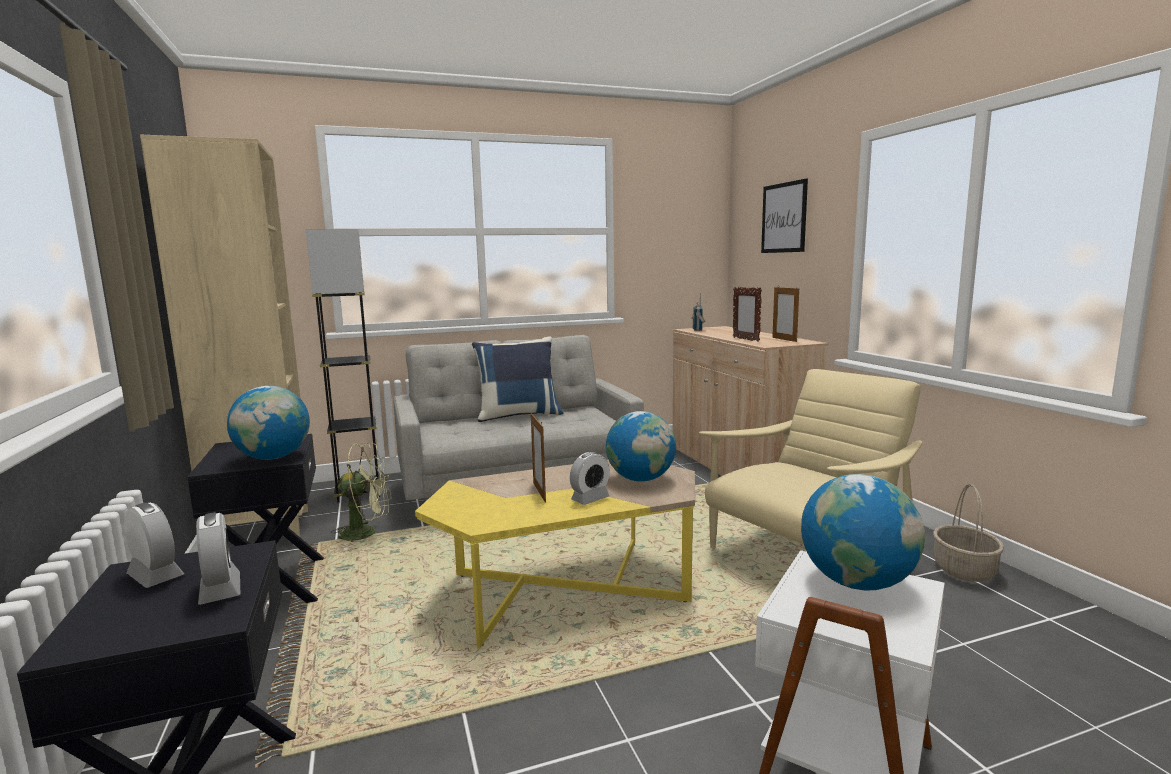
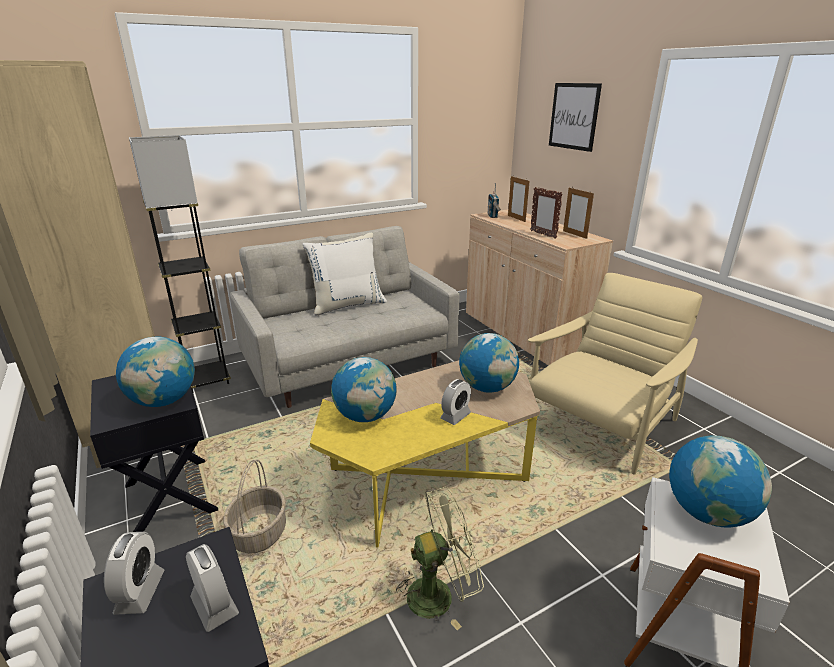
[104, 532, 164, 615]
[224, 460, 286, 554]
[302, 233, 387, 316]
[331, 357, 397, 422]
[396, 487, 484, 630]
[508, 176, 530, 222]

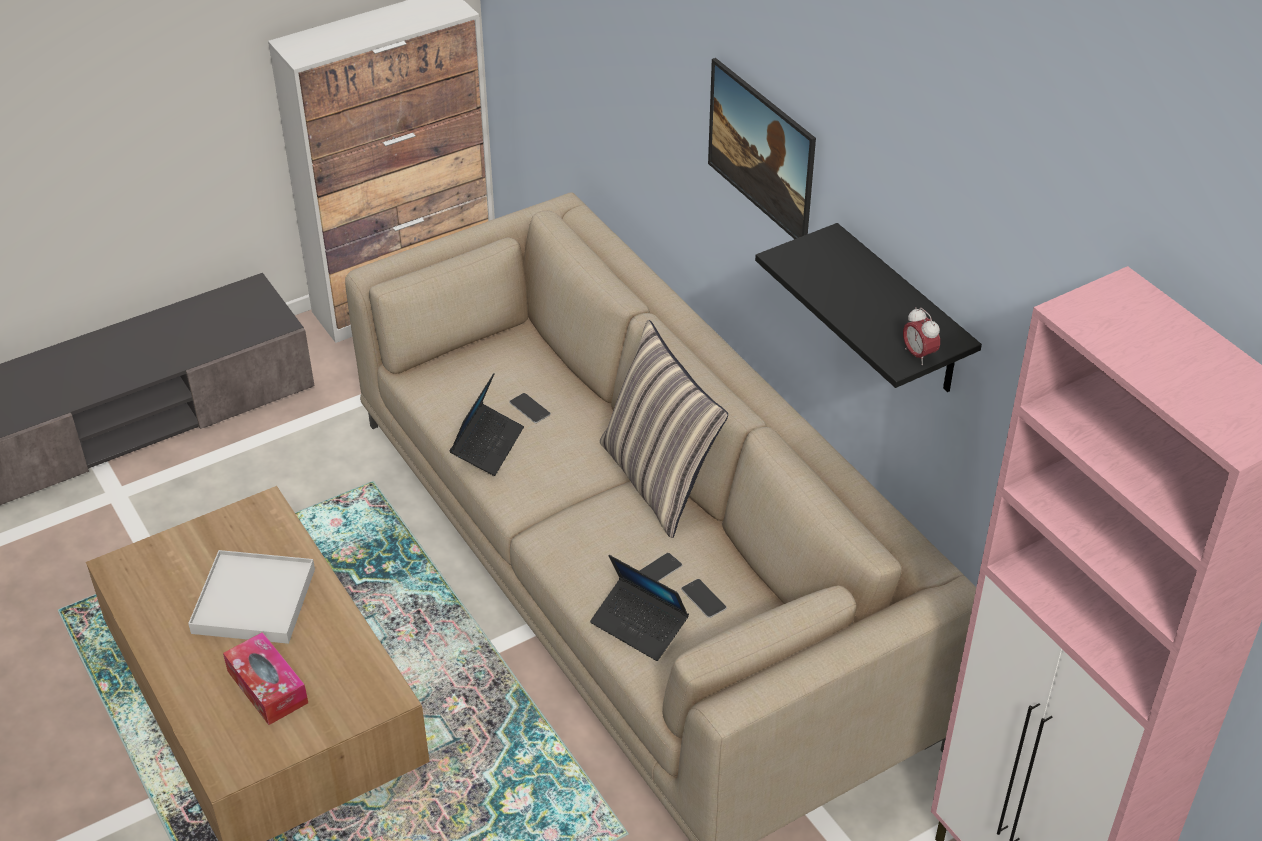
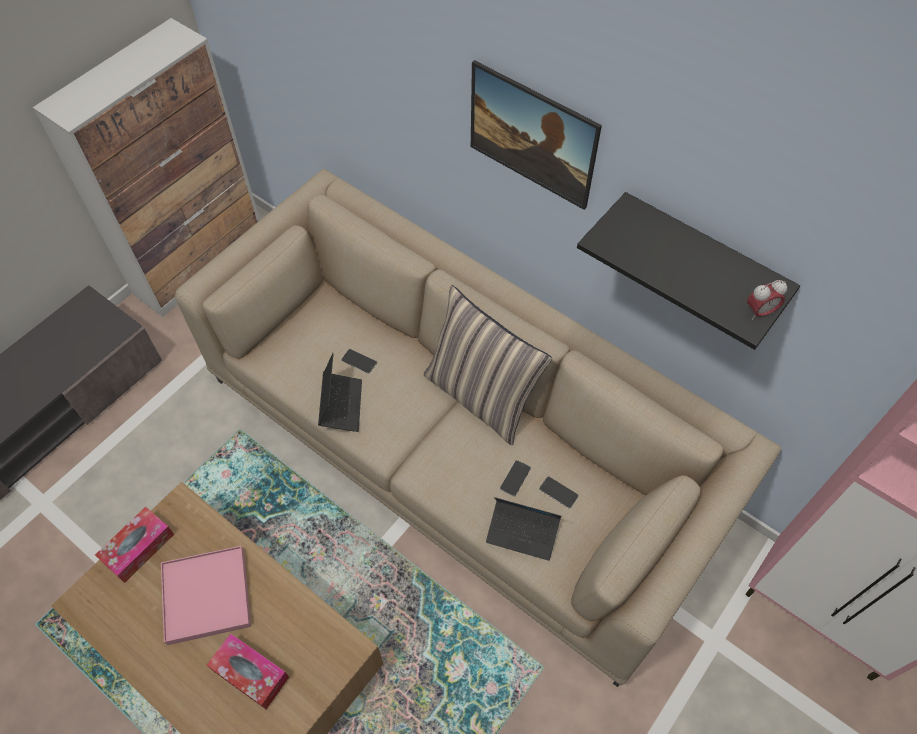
[95, 507, 174, 583]
[161, 546, 251, 645]
[747, 280, 787, 320]

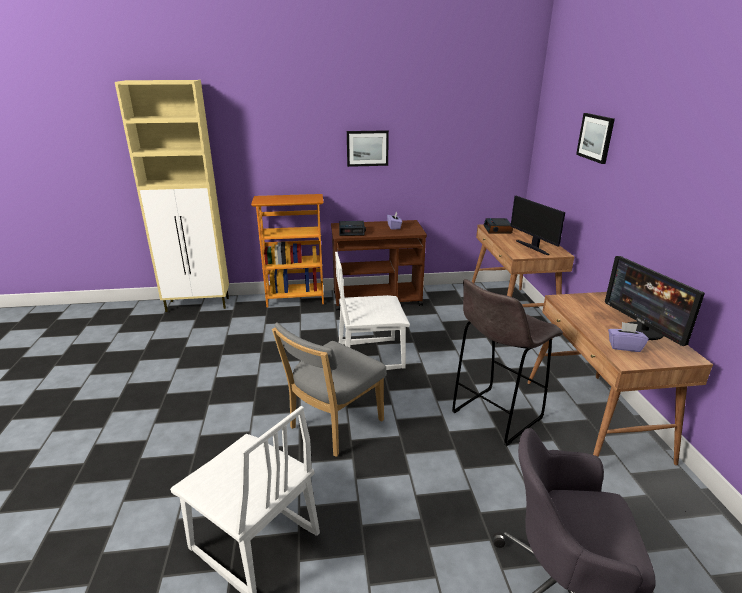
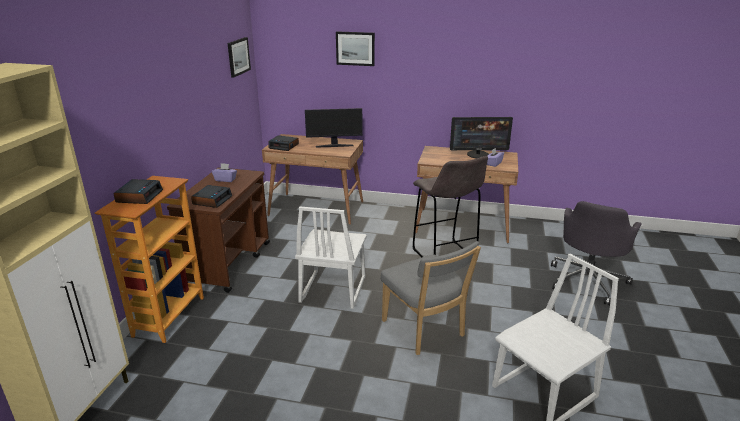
[114, 179, 163, 204]
[228, 37, 251, 78]

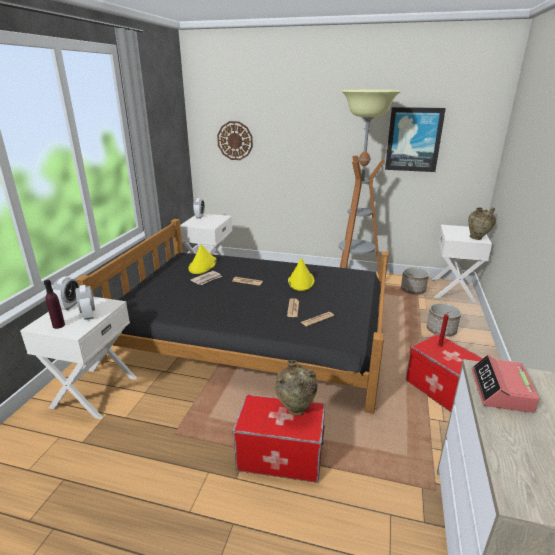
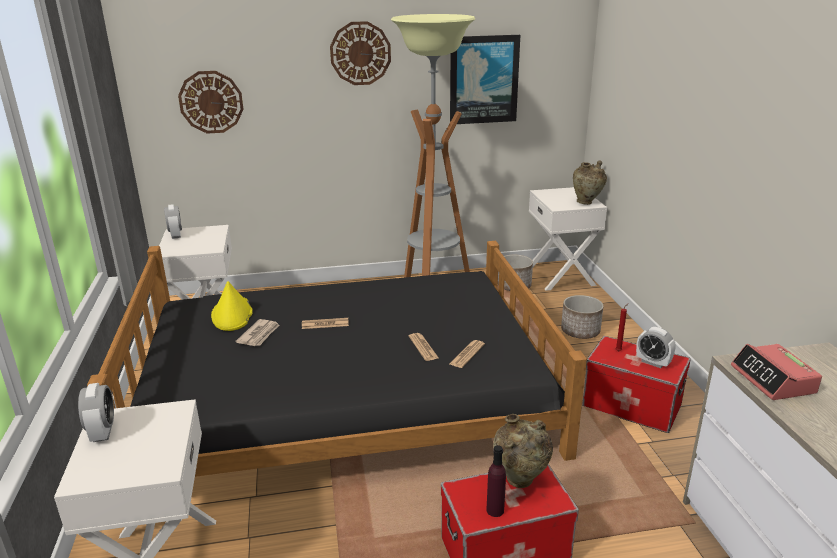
[330, 21, 391, 85]
[486, 445, 506, 517]
[636, 327, 676, 368]
[288, 258, 315, 291] (first image)

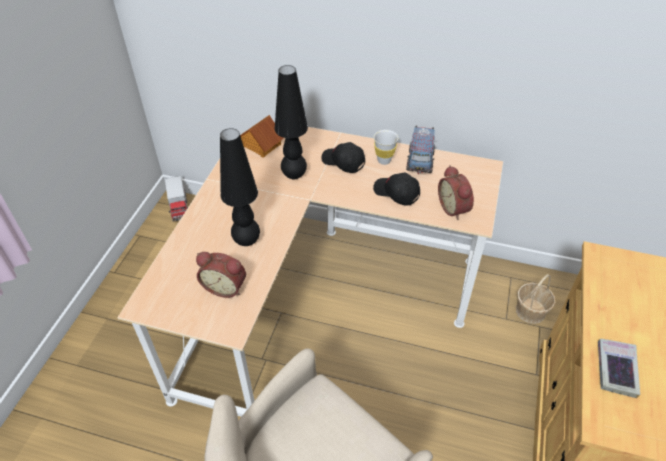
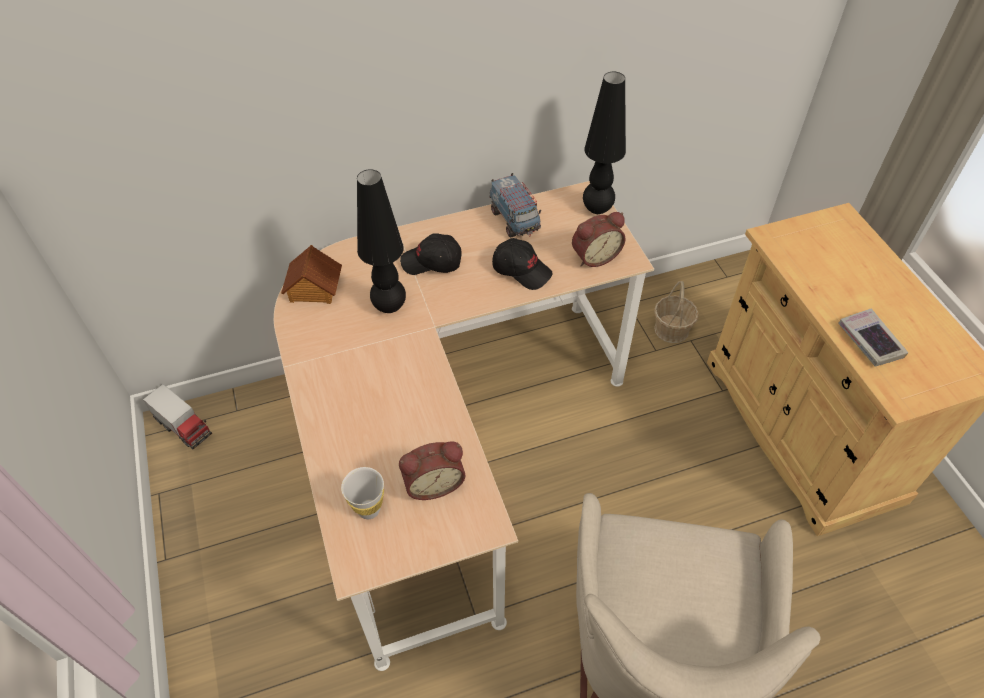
[341, 467, 384, 519]
[492, 238, 553, 290]
[572, 212, 626, 267]
[583, 71, 626, 214]

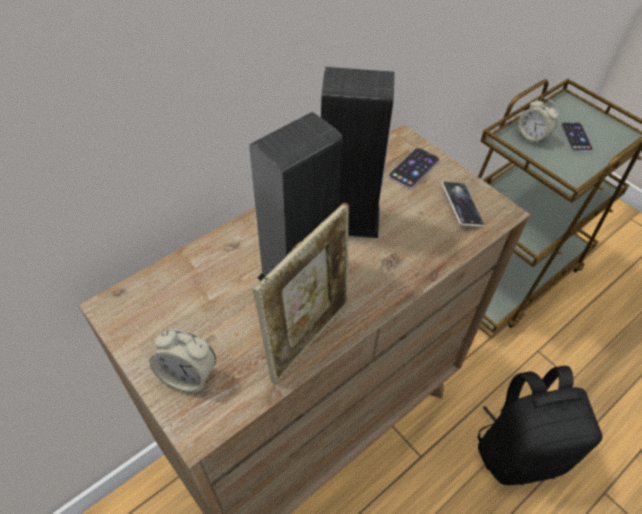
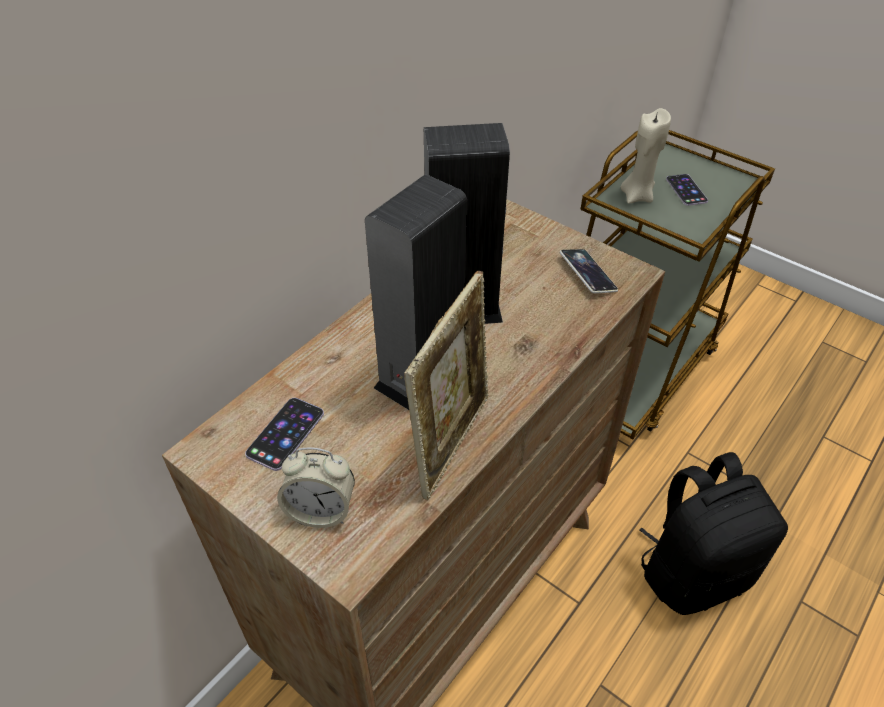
[245, 398, 324, 471]
[620, 108, 671, 204]

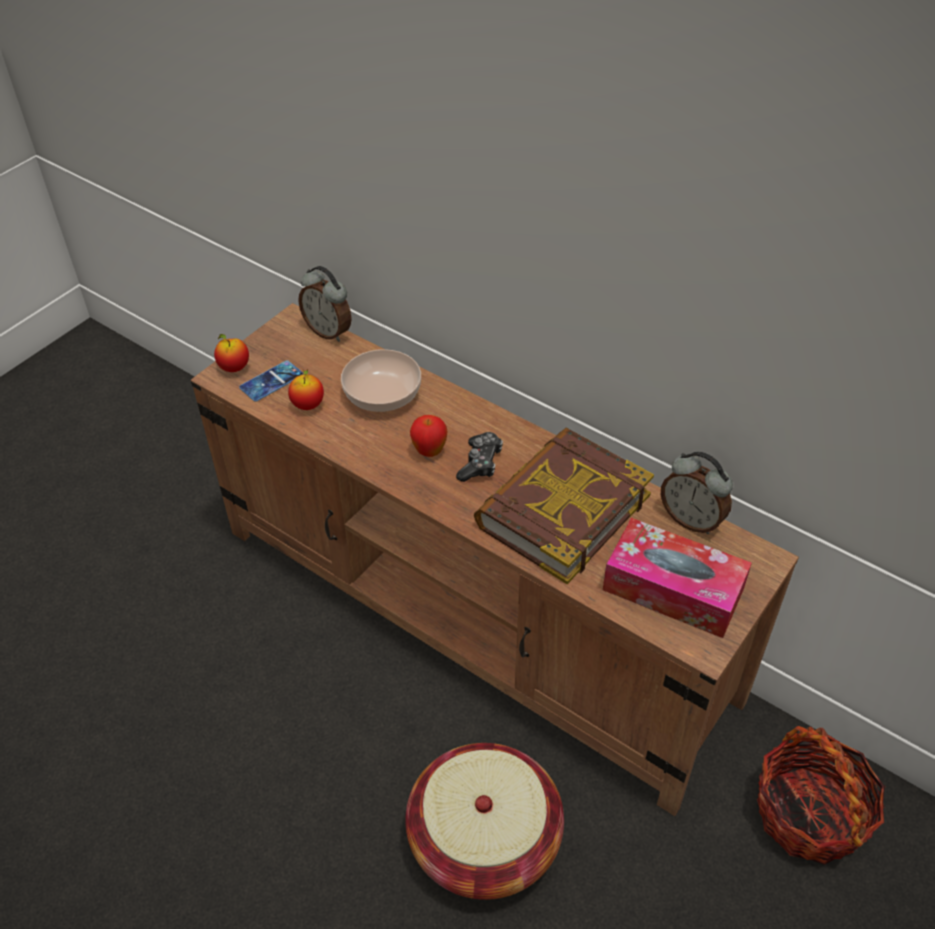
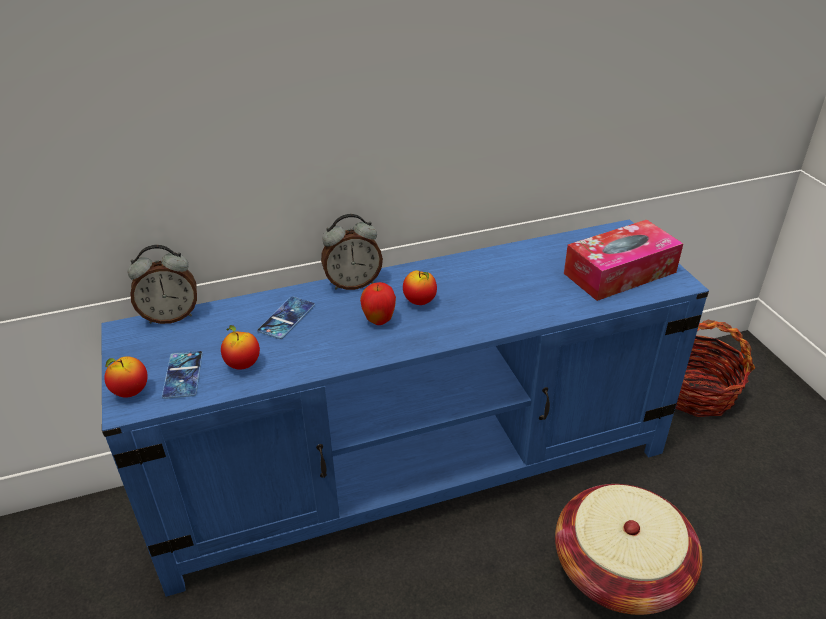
[101, 219, 709, 597]
[257, 296, 315, 339]
[321, 214, 383, 290]
[403, 270, 437, 305]
[474, 428, 654, 584] (first image)

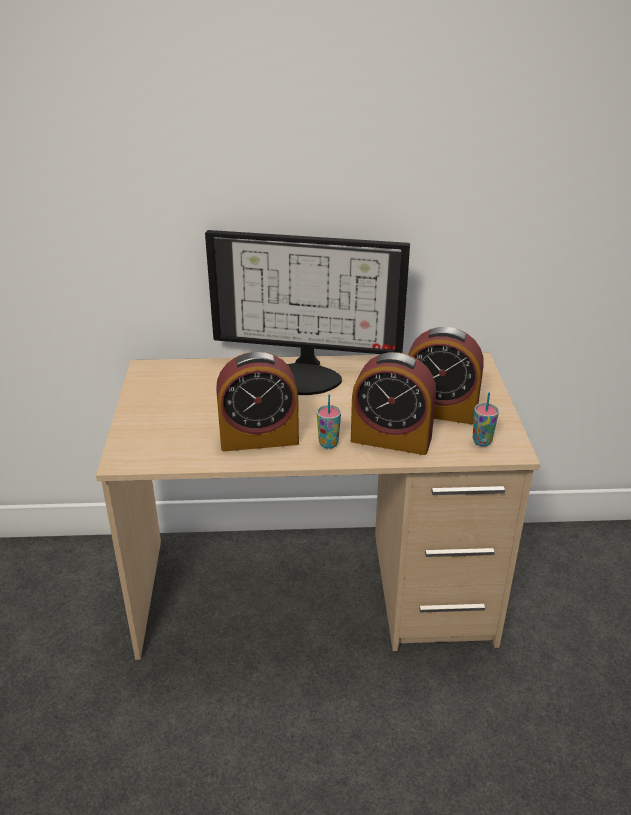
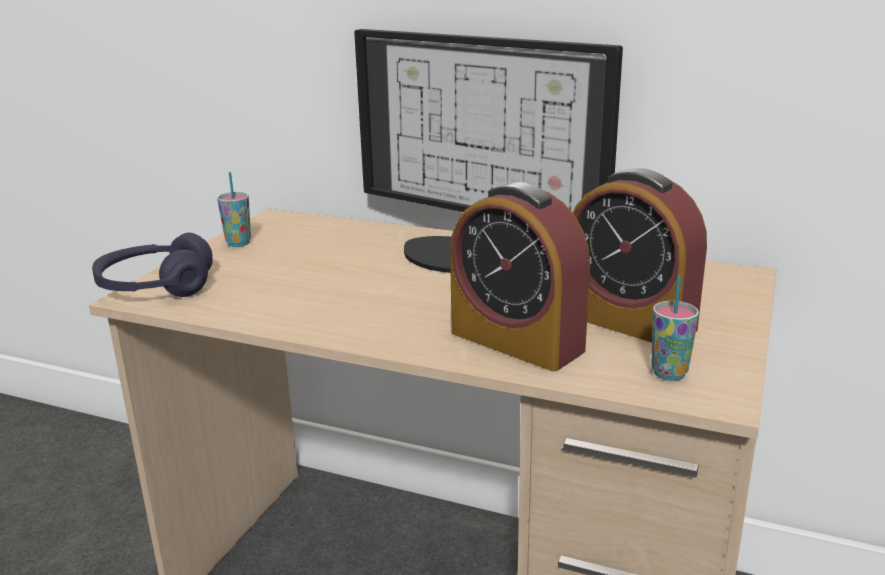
[92, 233, 213, 297]
[217, 172, 251, 247]
[216, 352, 299, 451] (first image)

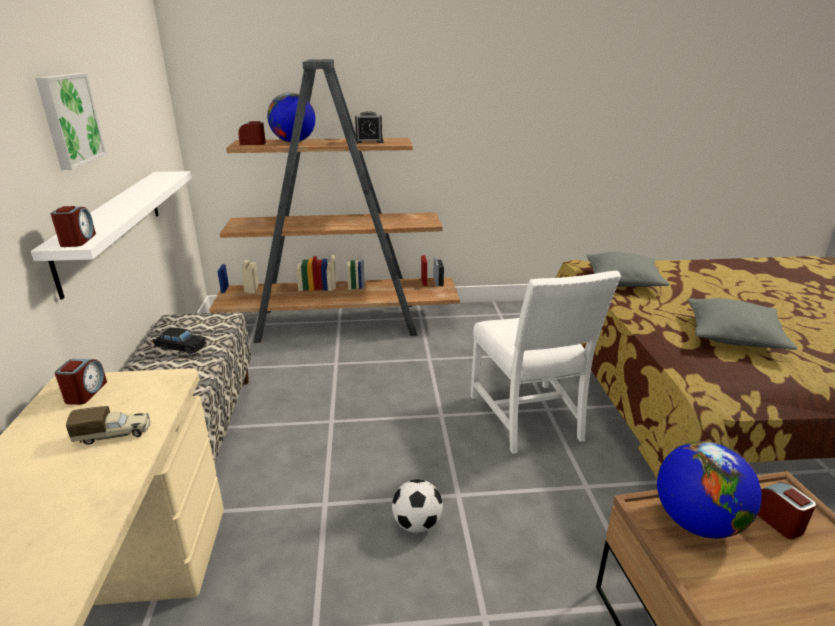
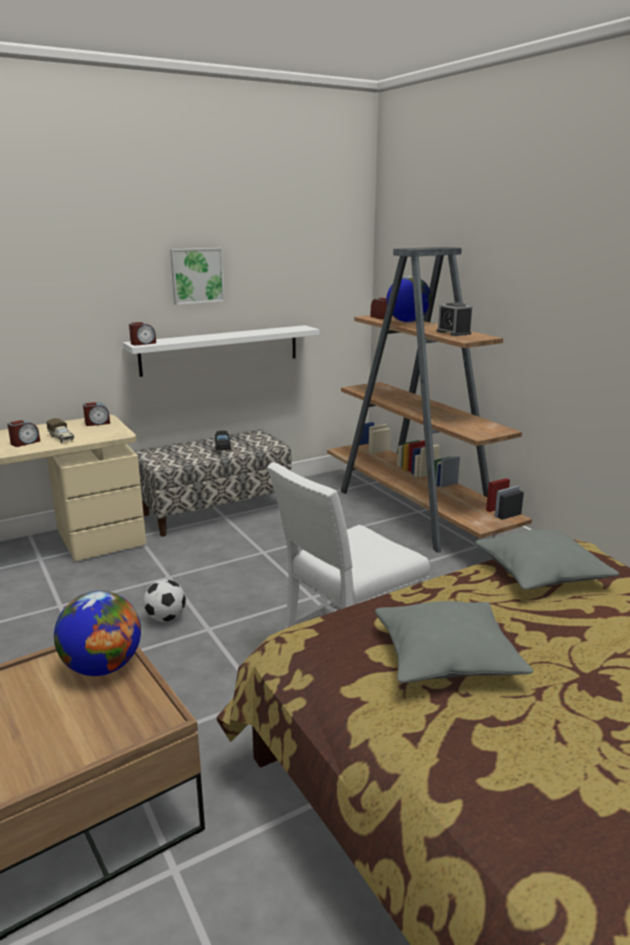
[7, 420, 40, 447]

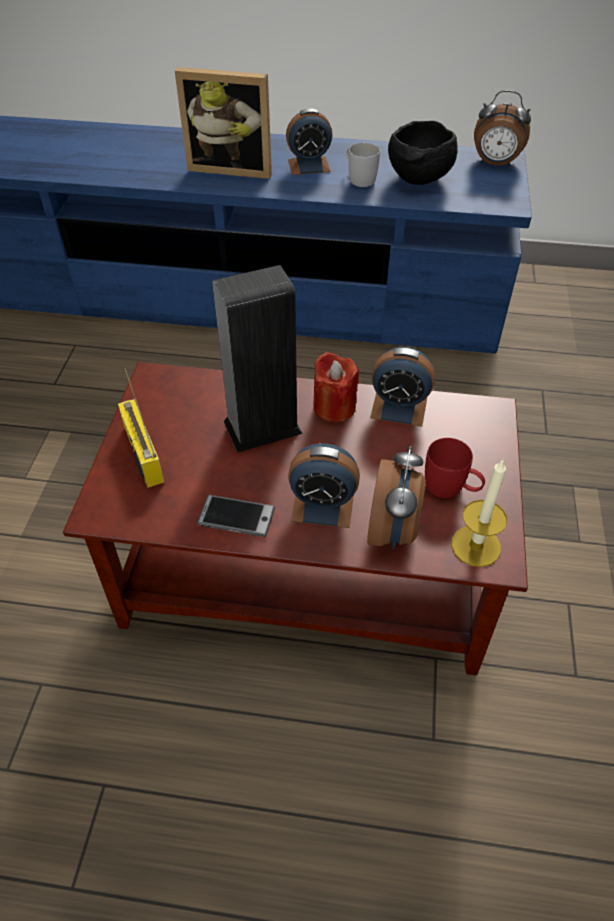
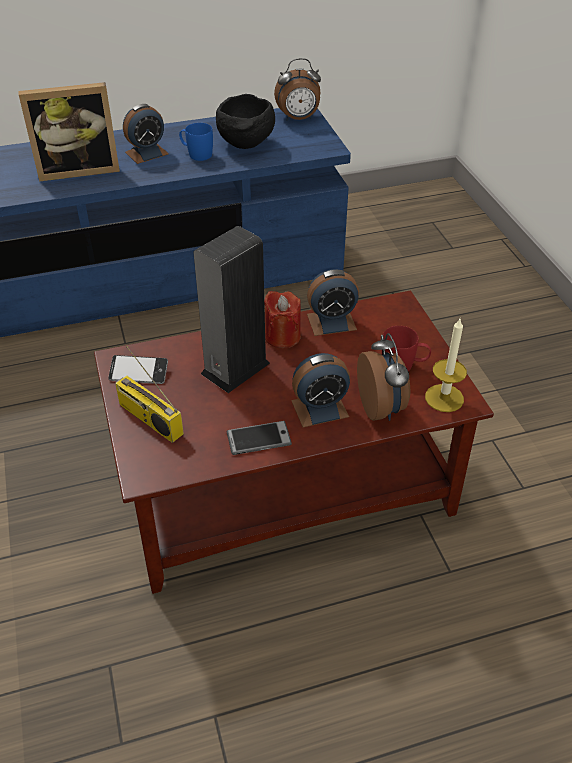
[108, 355, 168, 384]
[179, 123, 213, 161]

